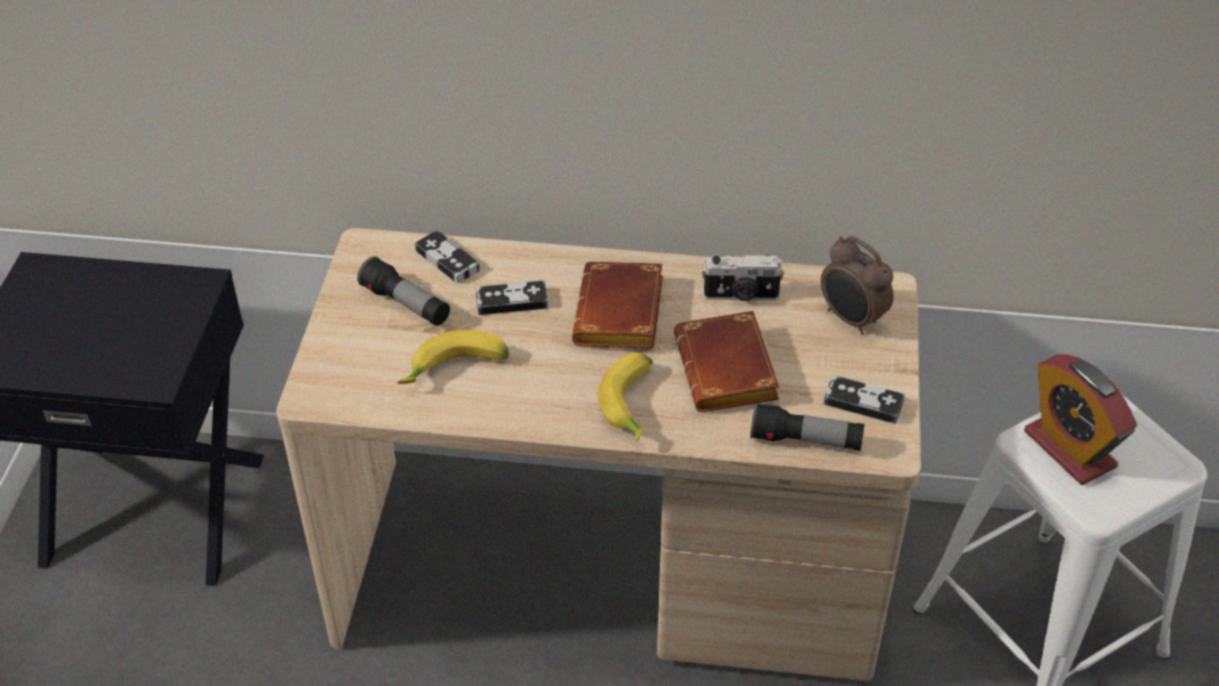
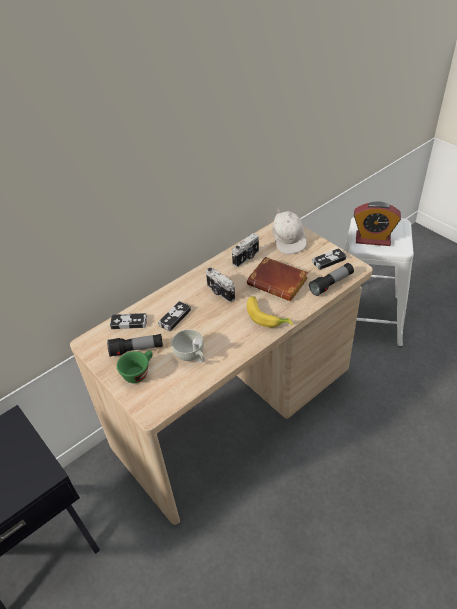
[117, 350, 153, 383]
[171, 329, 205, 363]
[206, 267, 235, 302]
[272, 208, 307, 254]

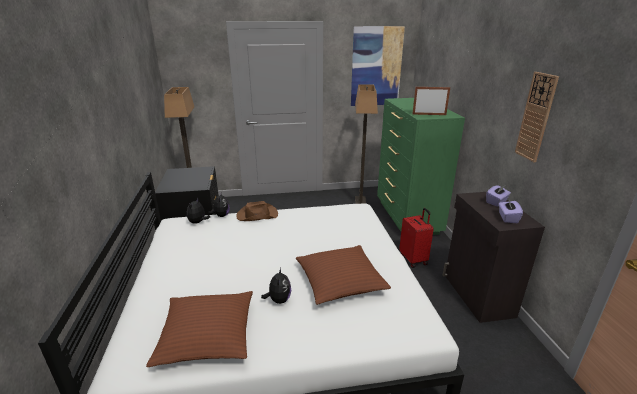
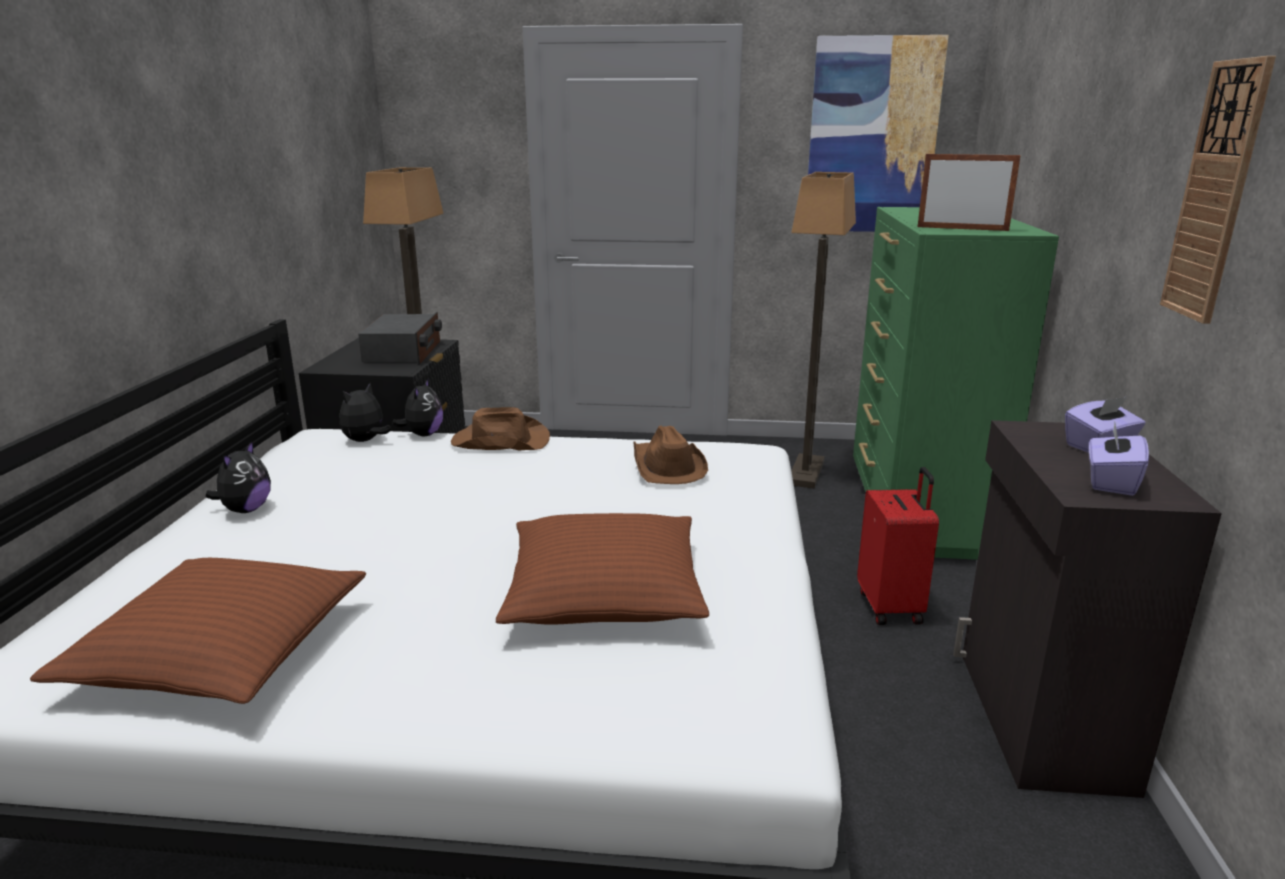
[205, 440, 271, 513]
[358, 312, 442, 364]
[633, 426, 708, 484]

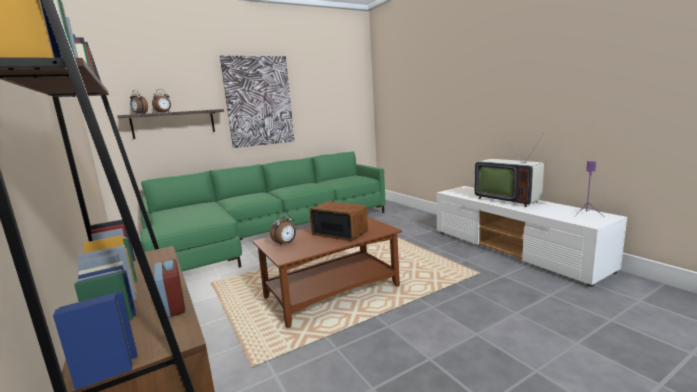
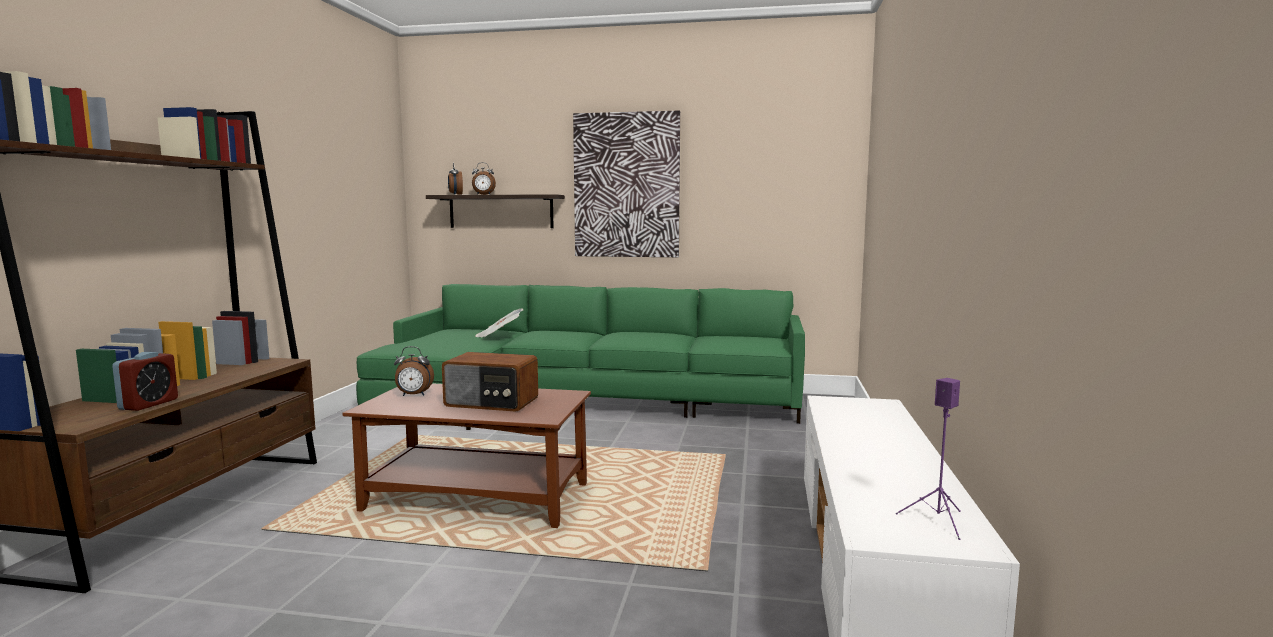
[442, 352, 538, 412]
[475, 308, 523, 338]
[475, 133, 544, 207] (first image)

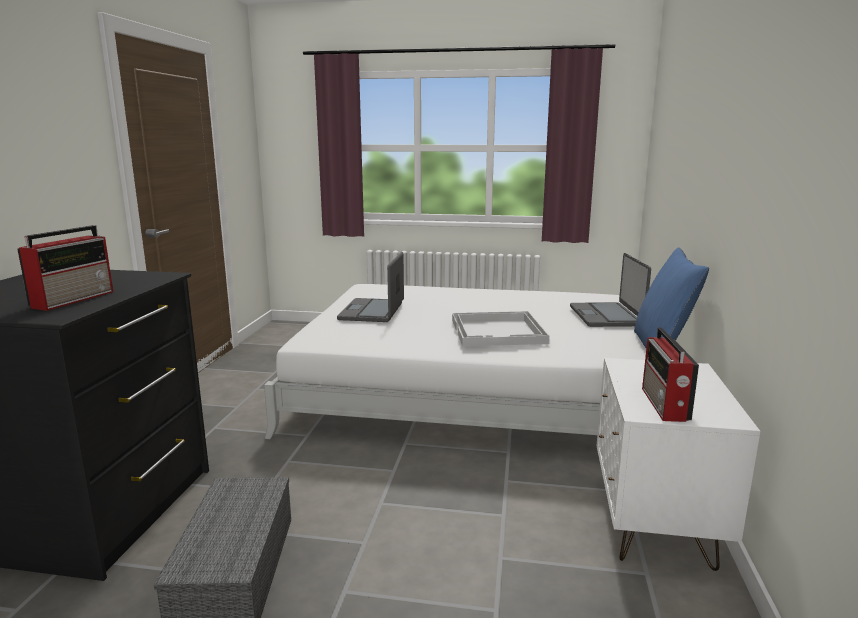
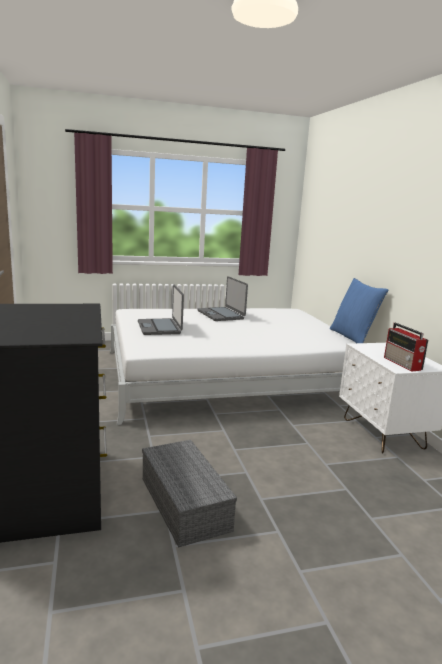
[197, 276, 248, 321]
[17, 225, 113, 311] (first image)
[452, 311, 549, 346] (first image)

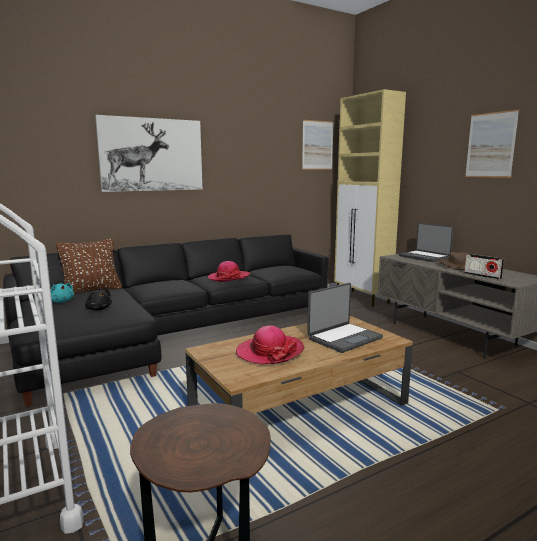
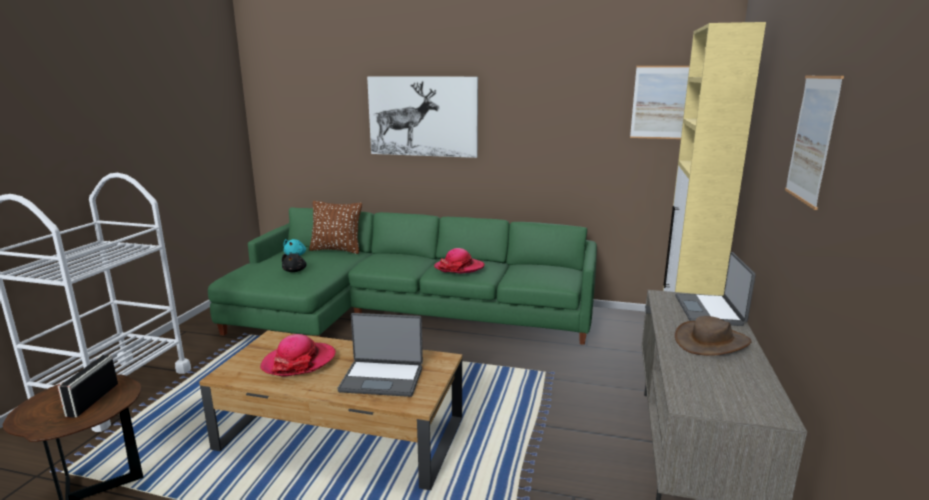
[57, 355, 118, 418]
[208, 207, 597, 345]

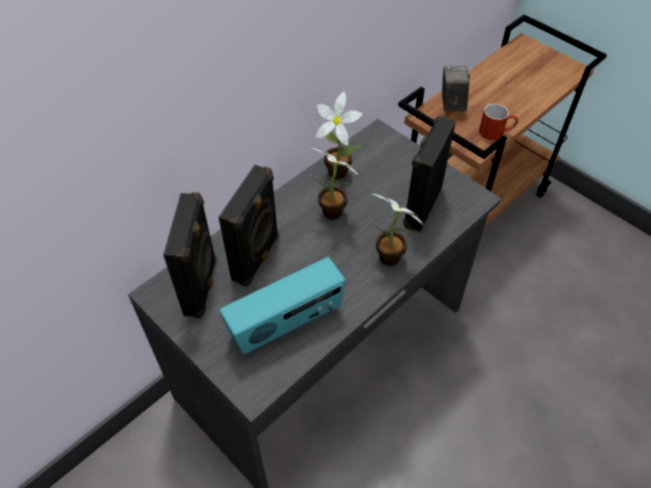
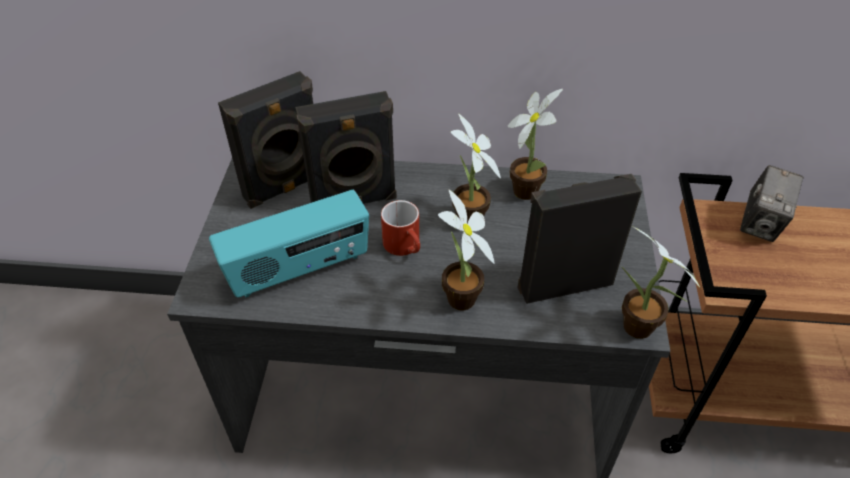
[209, 190, 369, 298]
[381, 200, 420, 256]
[622, 226, 700, 339]
[740, 165, 804, 242]

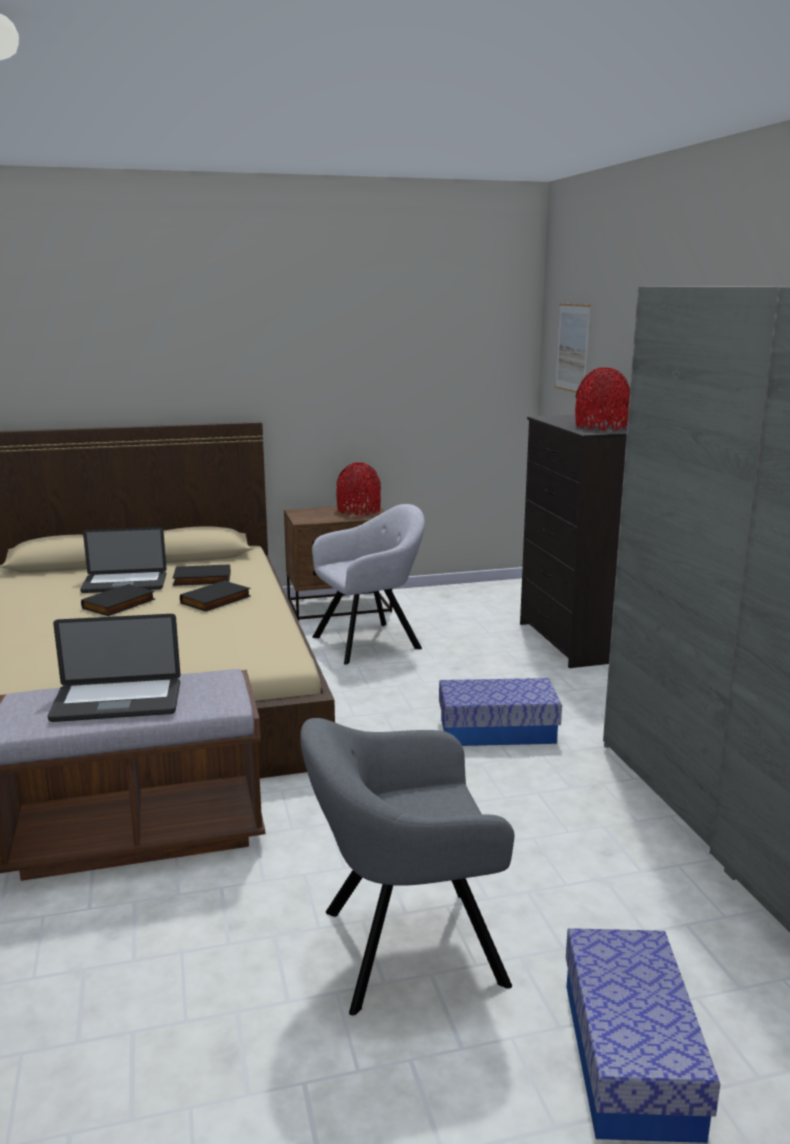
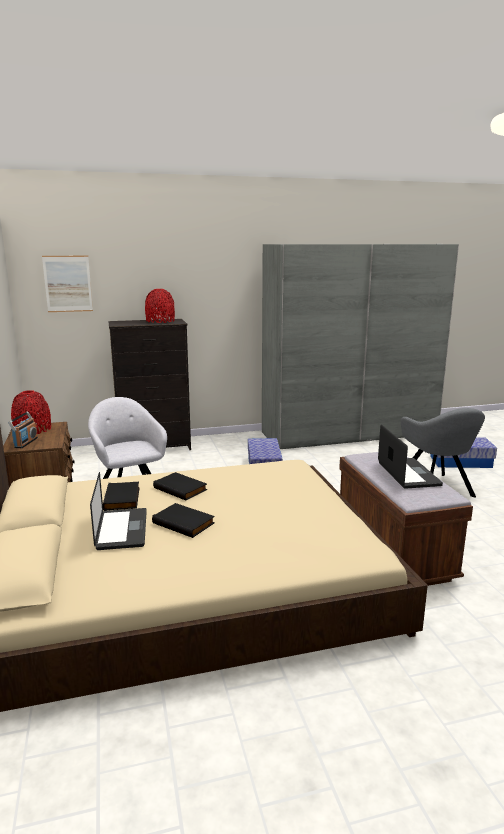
[8, 411, 38, 448]

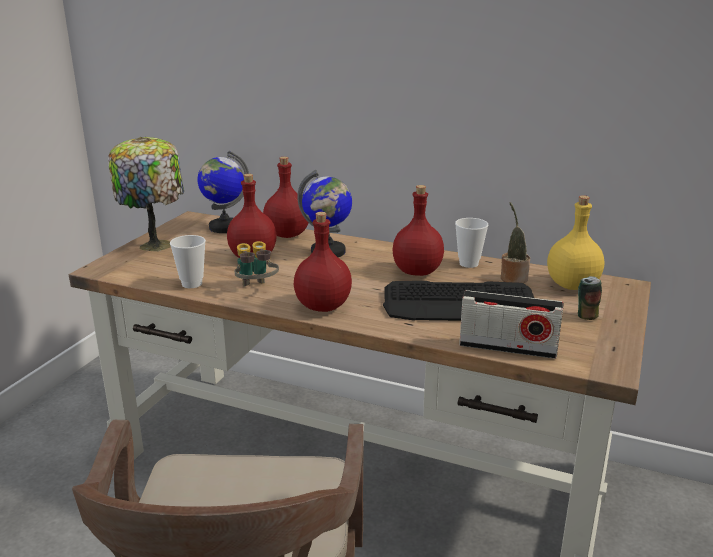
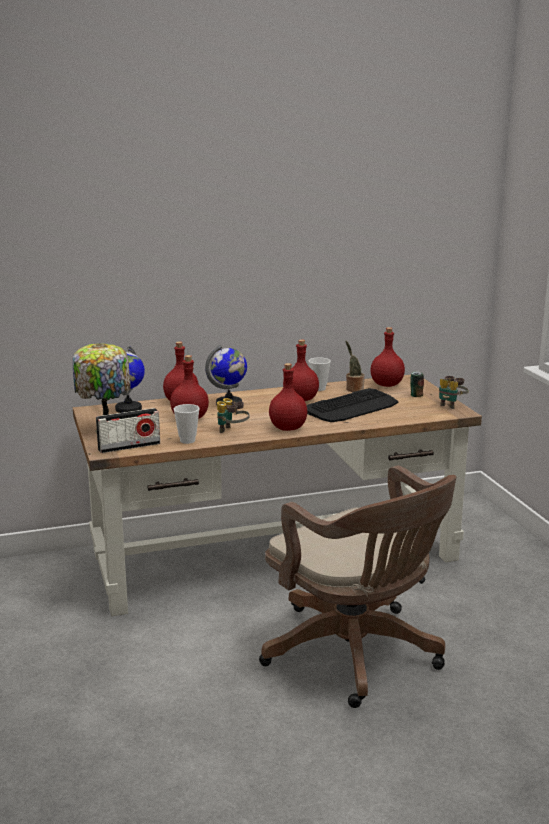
[96, 408, 160, 453]
[371, 327, 405, 387]
[439, 376, 468, 409]

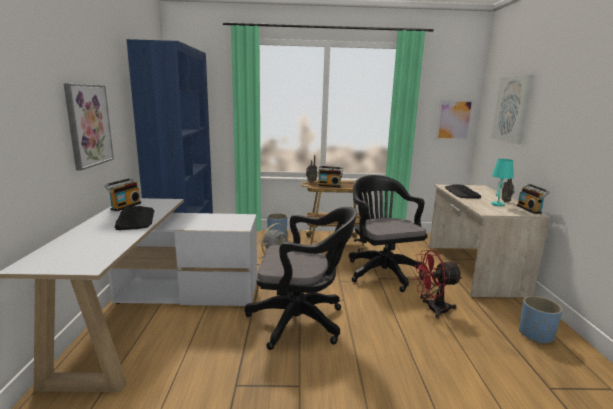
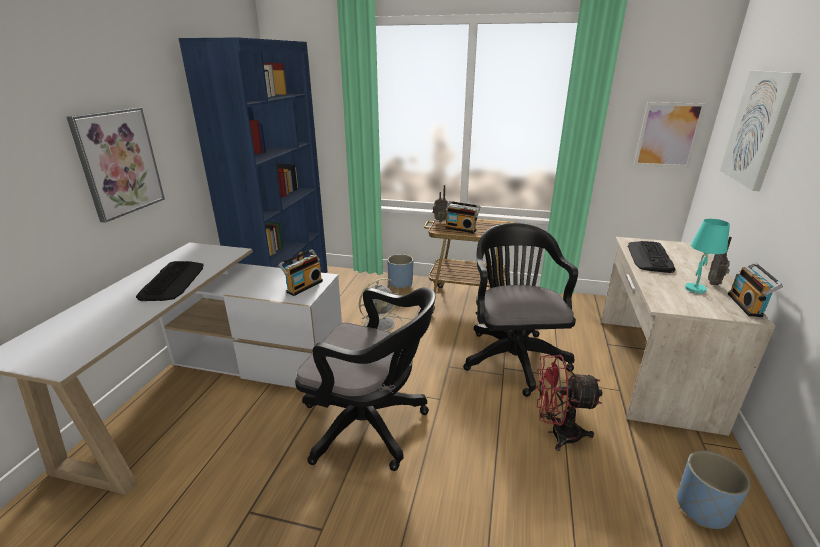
[279, 249, 323, 296]

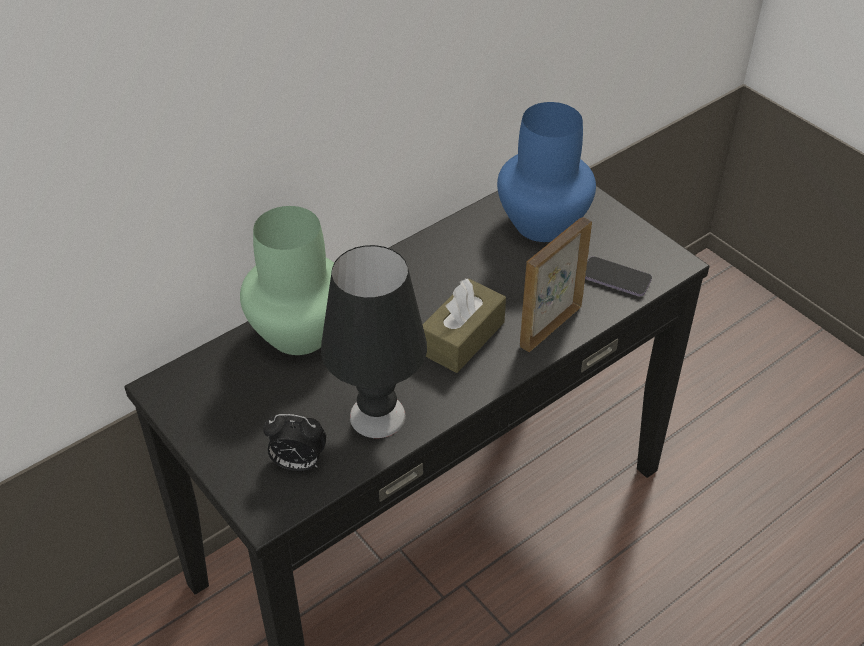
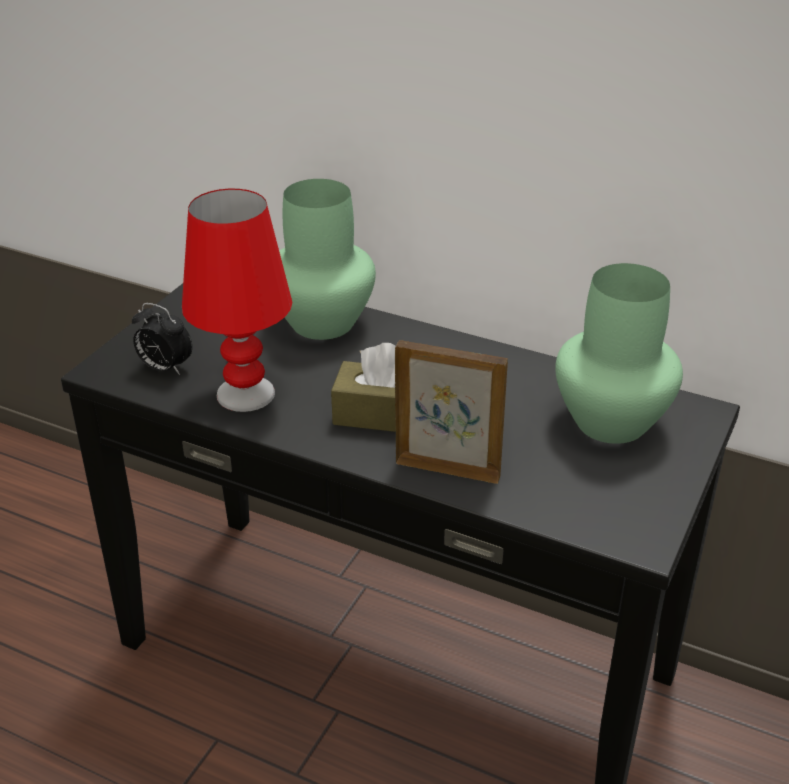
[132, 303, 192, 375]
[182, 189, 292, 412]
[555, 263, 683, 444]
[585, 256, 652, 297] (first image)

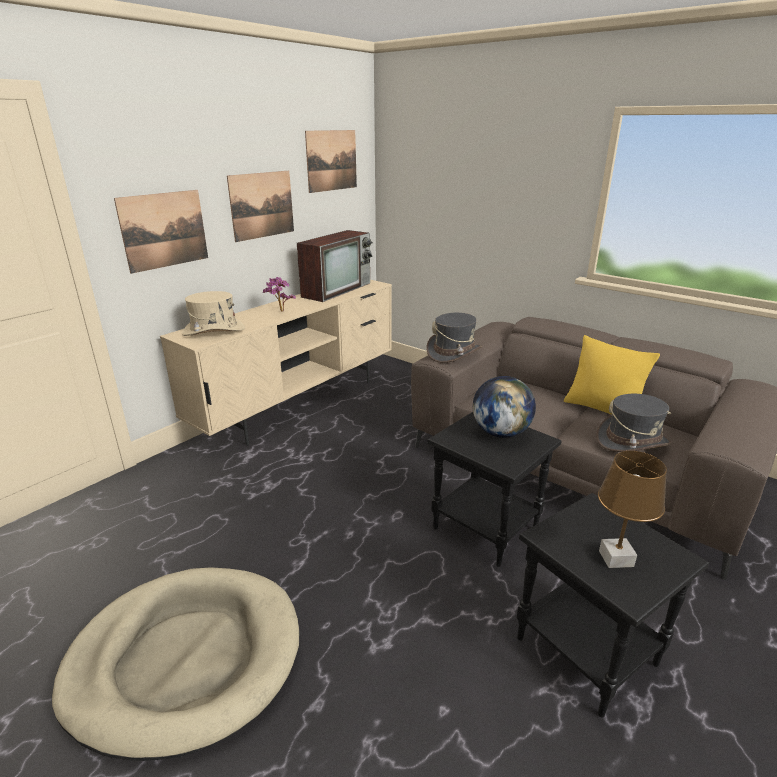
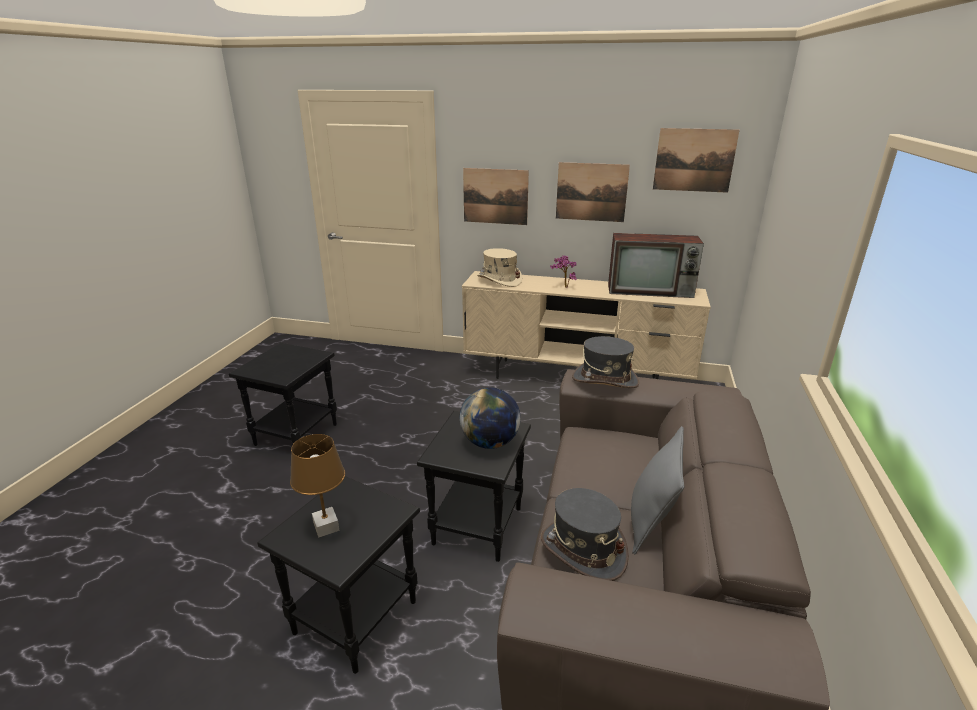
[229, 343, 337, 446]
[631, 426, 684, 554]

